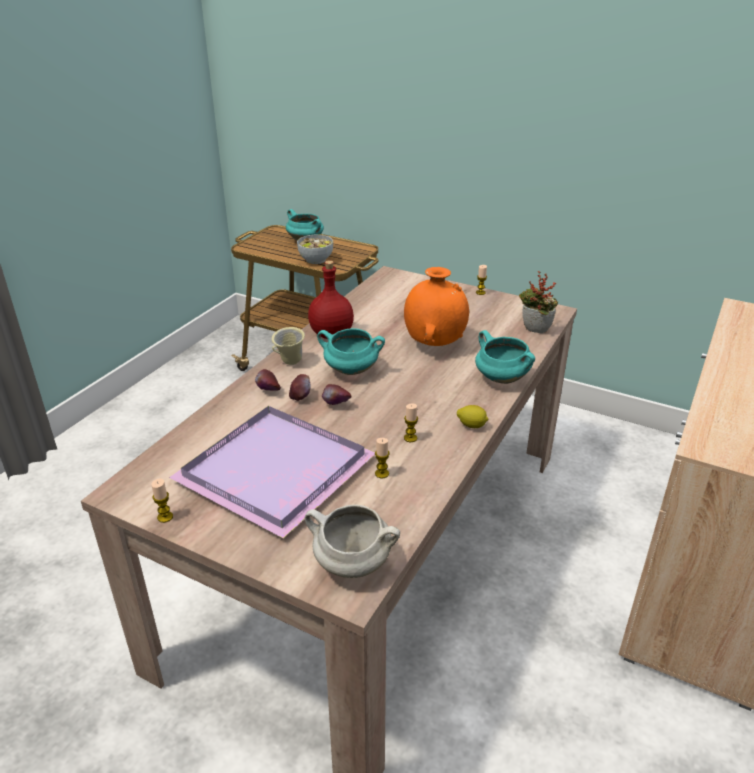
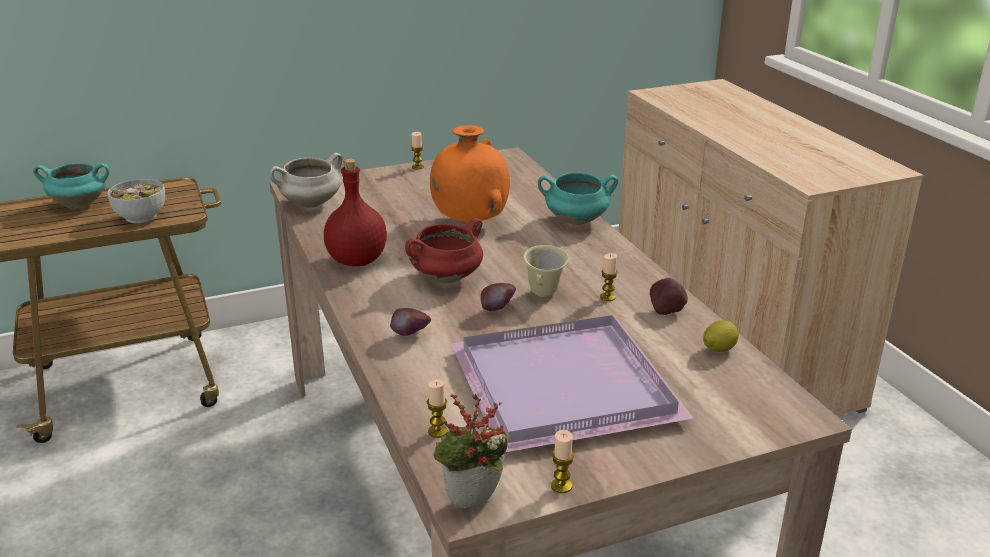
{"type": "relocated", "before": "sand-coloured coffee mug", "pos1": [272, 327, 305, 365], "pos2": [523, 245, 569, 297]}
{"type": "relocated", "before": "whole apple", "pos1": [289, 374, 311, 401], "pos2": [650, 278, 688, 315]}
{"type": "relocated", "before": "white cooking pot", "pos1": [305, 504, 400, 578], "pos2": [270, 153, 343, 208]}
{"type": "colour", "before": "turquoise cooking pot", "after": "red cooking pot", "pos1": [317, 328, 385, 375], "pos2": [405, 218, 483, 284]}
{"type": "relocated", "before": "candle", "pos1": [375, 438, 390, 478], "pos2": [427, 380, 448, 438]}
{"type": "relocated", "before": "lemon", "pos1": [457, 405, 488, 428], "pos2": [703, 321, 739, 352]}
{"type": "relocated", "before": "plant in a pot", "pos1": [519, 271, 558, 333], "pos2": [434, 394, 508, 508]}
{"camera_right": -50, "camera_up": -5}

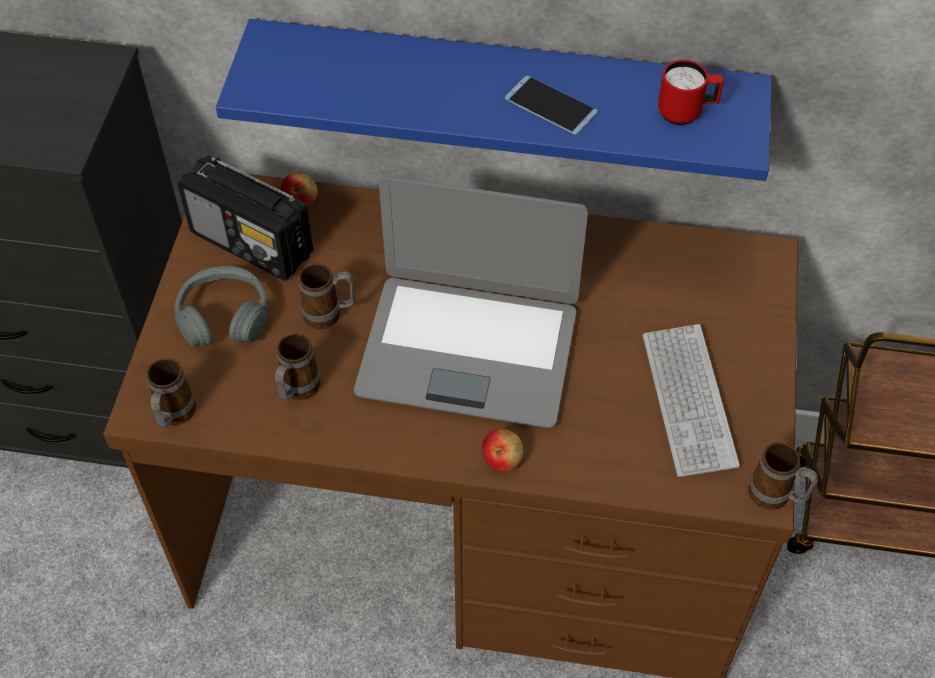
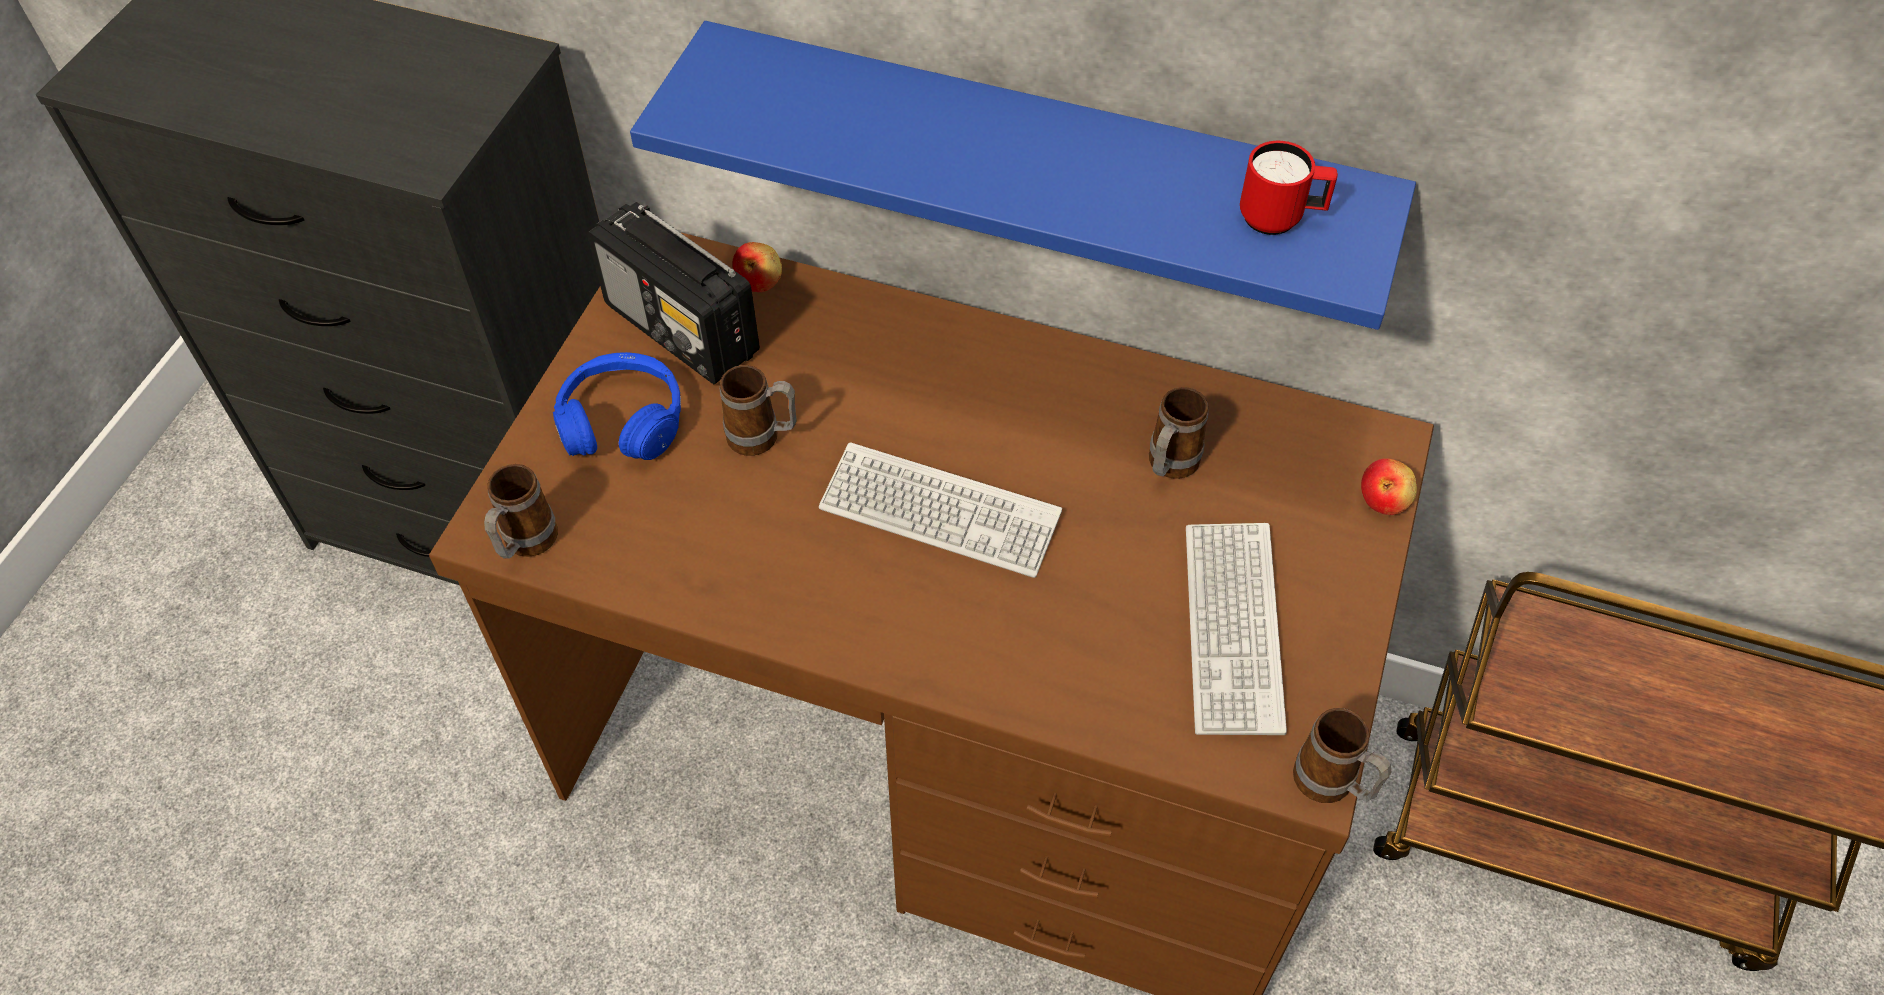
{"type": "colour", "before": "grey headset", "after": "bluish headset", "pos1": [174, 266, 268, 347], "pos2": [553, 352, 681, 460]}
{"type": "relocated", "before": "coffee mug", "pos1": [275, 333, 321, 401], "pos2": [1149, 387, 1209, 479]}
{"type": "exchanged", "before": "portable computer", "after": "PC keyboard", "pos1": [354, 176, 588, 428], "pos2": [819, 442, 1062, 578]}
{"type": "relocated", "before": "whole apple", "pos1": [482, 429, 524, 472], "pos2": [1361, 458, 1417, 515]}
{"type": "missing", "before": "phone", "pos1": [505, 76, 598, 135]}
{"camera_right": 10, "camera_up": 0}

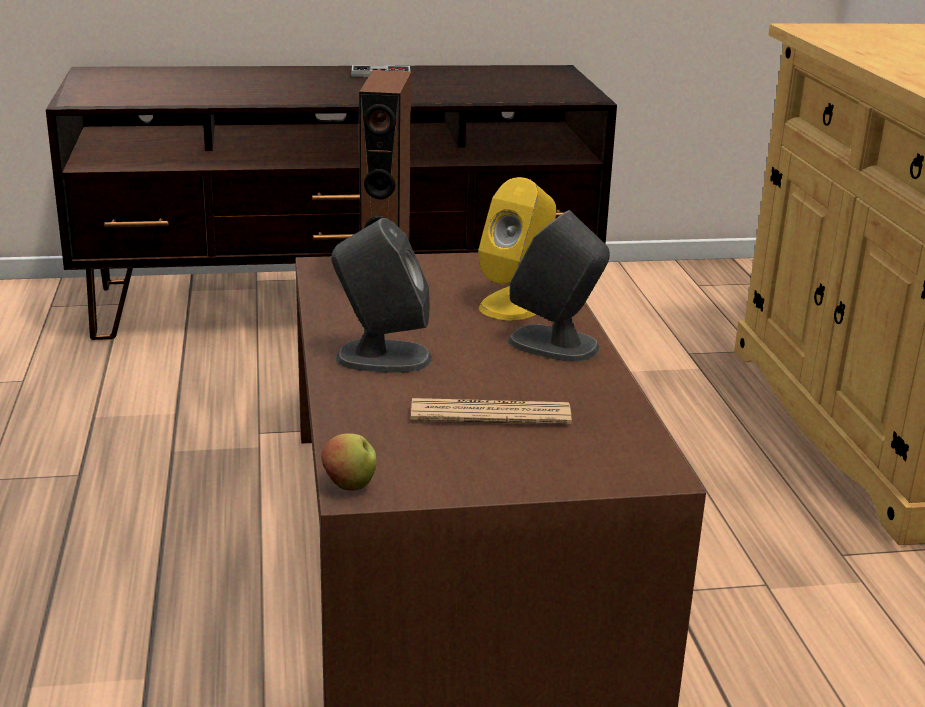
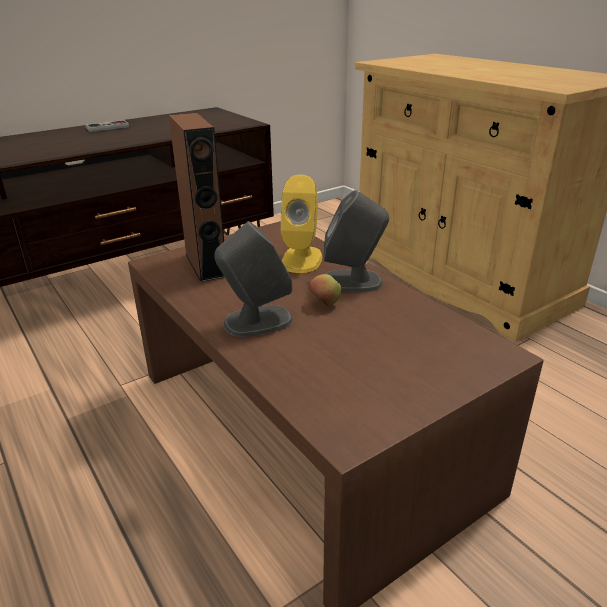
{"type": "relocated", "before": "whole apple", "pos1": [321, 433, 377, 491], "pos2": [309, 274, 341, 306]}
{"type": "missing", "before": "daily paper", "pos1": [411, 398, 572, 424]}
{"camera_right": -25, "camera_up": 5}

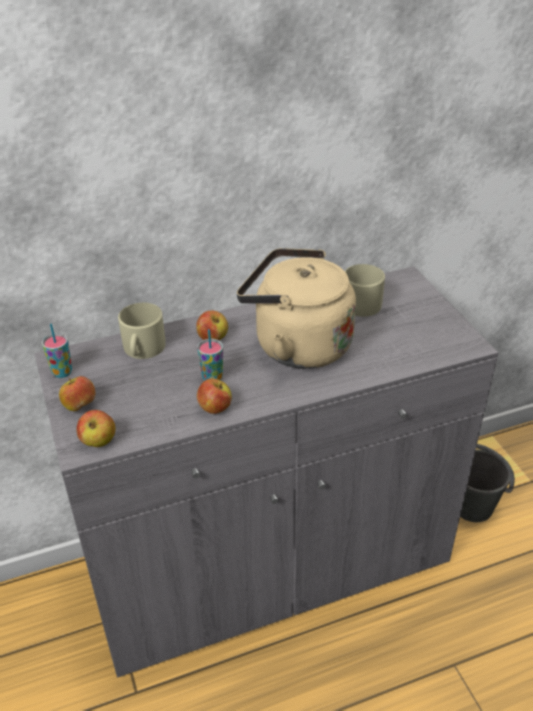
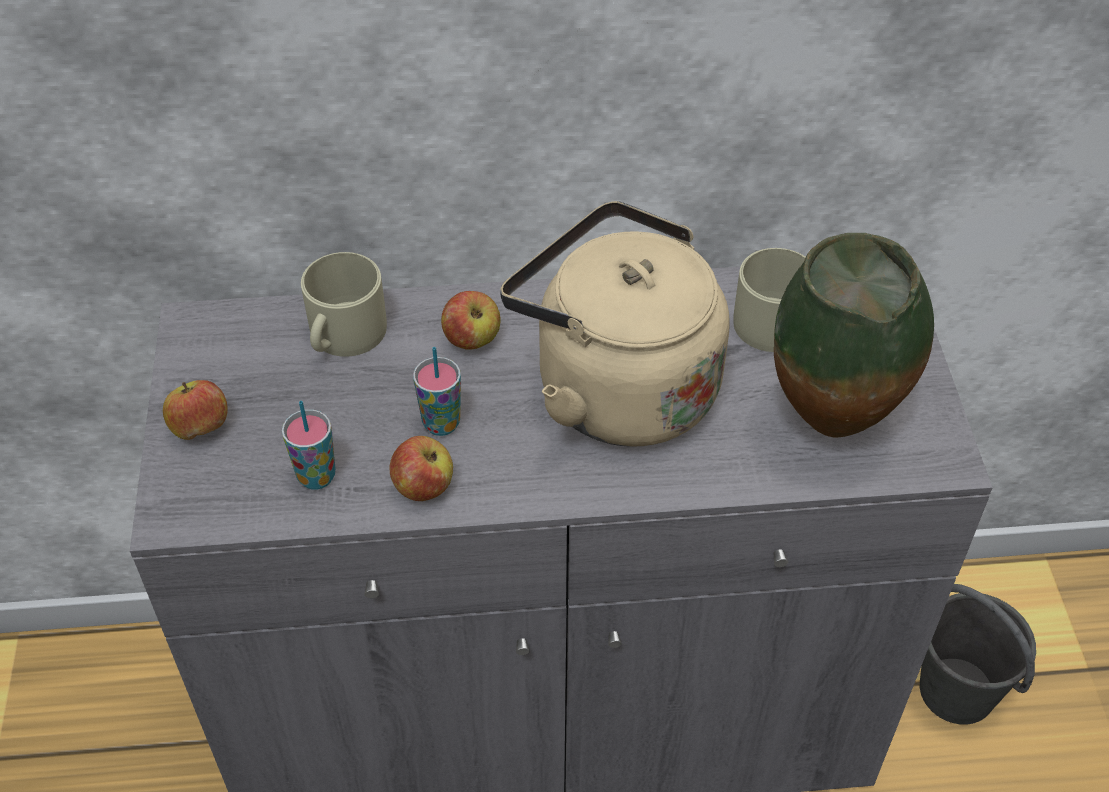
{"type": "relocated", "before": "small cup", "pos1": [42, 324, 72, 378], "pos2": [282, 401, 336, 490]}
{"type": "missing", "before": "whole apple", "pos1": [77, 410, 115, 447]}
{"type": "appeared", "after": "flower vase", "pos2": [774, 233, 934, 437]}
{"camera_right": 15, "camera_up": 10}

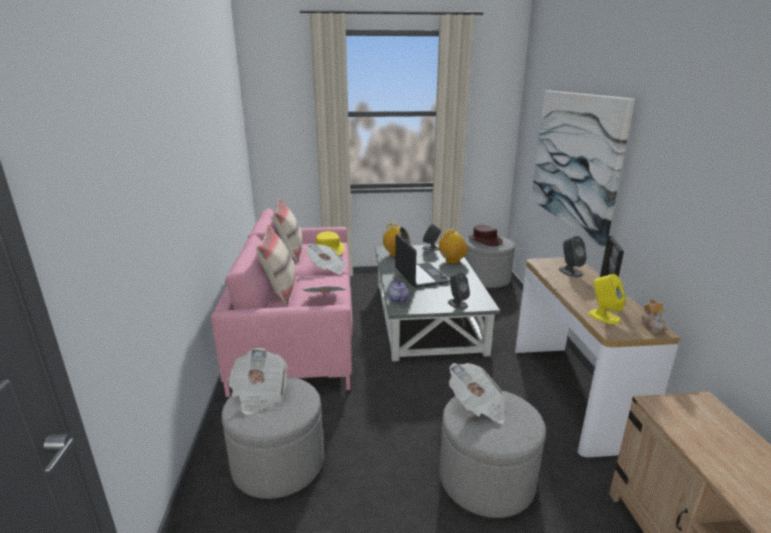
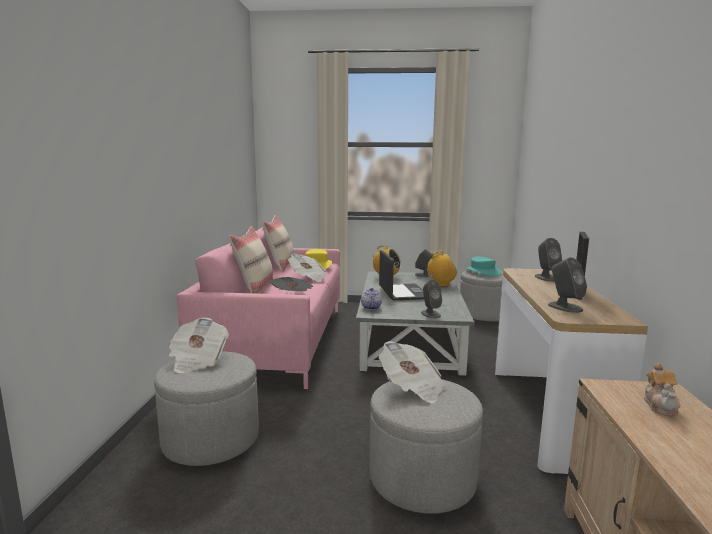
{"type": "colour", "before": "brownish clothing hat", "after": "turquoise clothing hat", "pos1": [468, 225, 503, 246], "pos2": [465, 256, 501, 277]}
{"type": "missing", "before": "wall picture", "pos1": [531, 90, 635, 247]}
{"type": "colour", "before": "yellowish speaker", "after": "grey speaker", "pos1": [588, 274, 626, 324], "pos2": [548, 257, 587, 313]}
{"type": "relocated", "before": "pot for tea", "pos1": [641, 298, 666, 333], "pos2": [644, 363, 680, 416]}
{"camera_right": 10, "camera_up": -10}

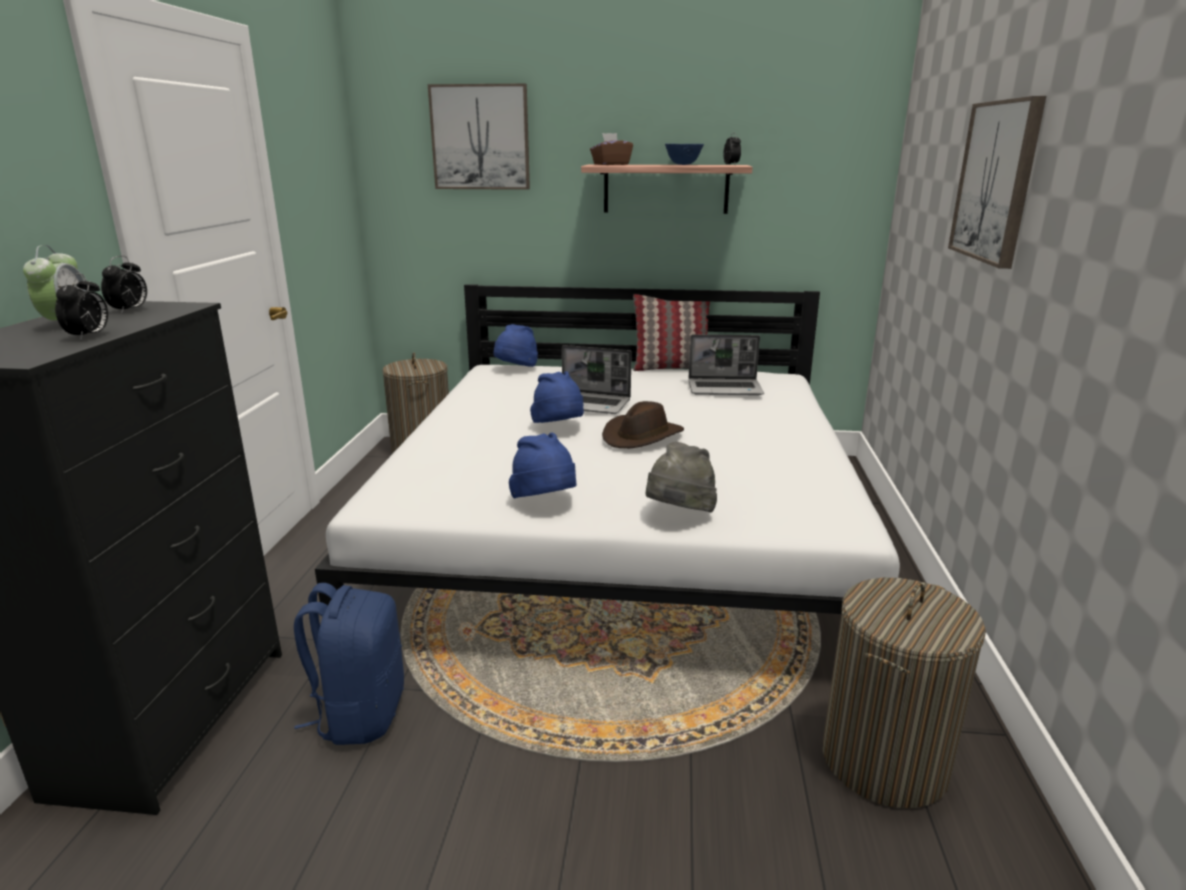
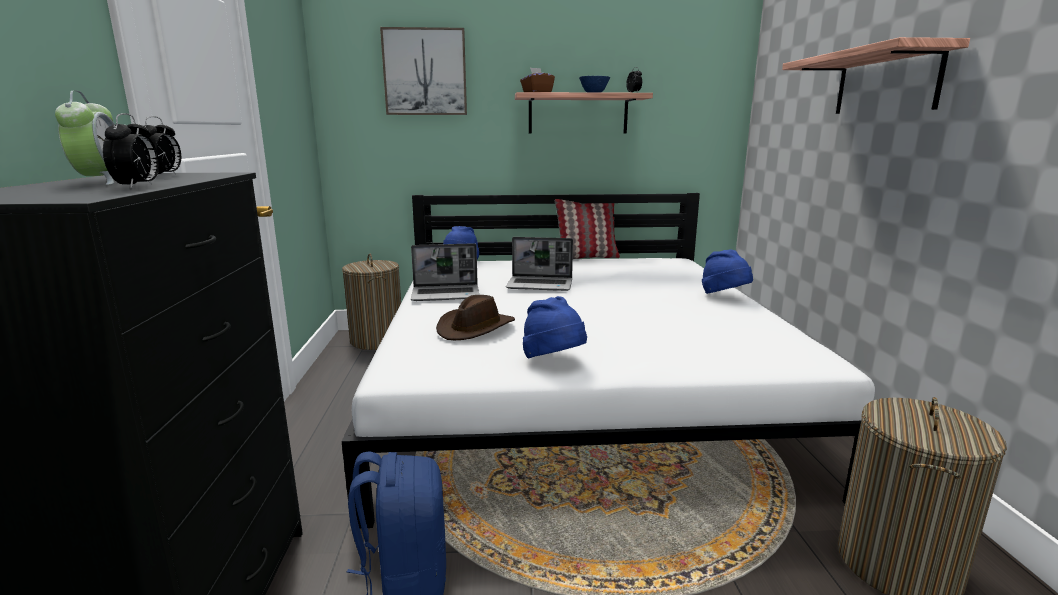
{"type": "relocated", "before": "bluish clothing hat", "pos1": [530, 371, 584, 423], "pos2": [702, 250, 753, 294]}
{"type": "relocated", "before": "brownish clothing hat", "pos1": [602, 401, 684, 448], "pos2": [436, 295, 515, 340]}
{"type": "missing", "before": "grey clothing hat", "pos1": [646, 442, 717, 513]}
{"type": "relocated", "before": "portable computer", "pos1": [689, 334, 764, 395], "pos2": [411, 243, 479, 301]}
{"type": "exchanged", "before": "wall picture", "after": "wall shelf", "pos1": [948, 96, 1046, 269], "pos2": [782, 37, 970, 114]}
{"camera_right": -10, "camera_up": -5}

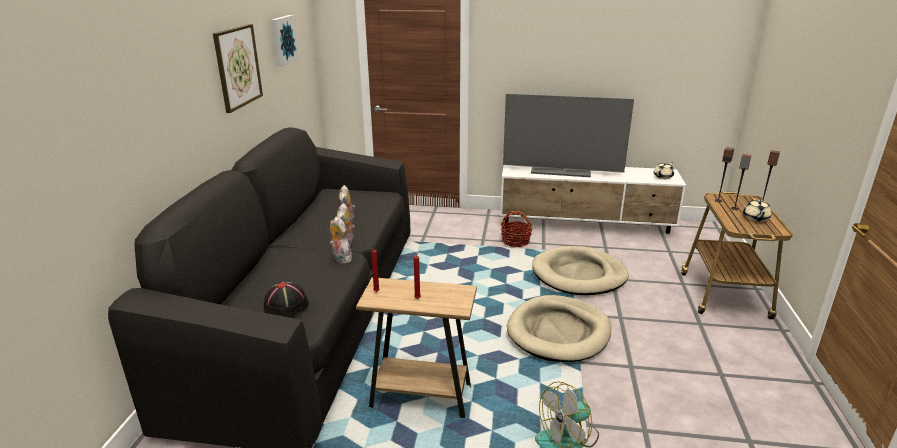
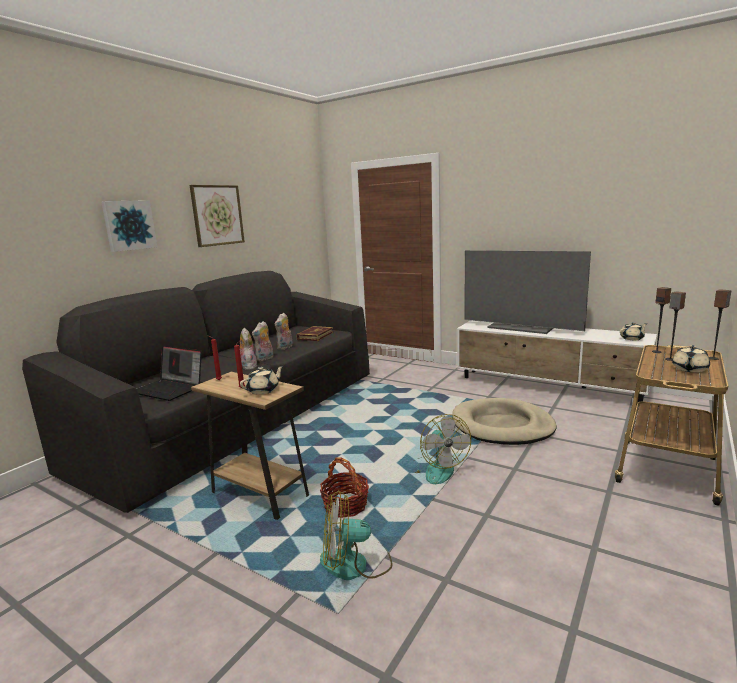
{"type": "exchanged", "before": "blackish clothing hat", "after": "portable computer", "pos1": [264, 281, 309, 317], "pos2": [136, 345, 202, 401]}
{"type": "relocated", "before": "wall picture", "pos1": [271, 15, 299, 67], "pos2": [101, 200, 158, 252]}
{"type": "relocated", "before": "basket", "pos1": [501, 211, 532, 247], "pos2": [320, 458, 369, 518]}
{"type": "exchanged", "before": "sand-coloured dog cushion", "after": "electric fan", "pos1": [507, 295, 611, 362], "pos2": [413, 414, 471, 484]}
{"type": "appeared", "after": "sand-coloured pot for tea", "pos2": [240, 365, 284, 395]}
{"type": "appeared", "after": "bound book", "pos2": [296, 326, 333, 341]}
{"camera_right": 25, "camera_up": -10}

